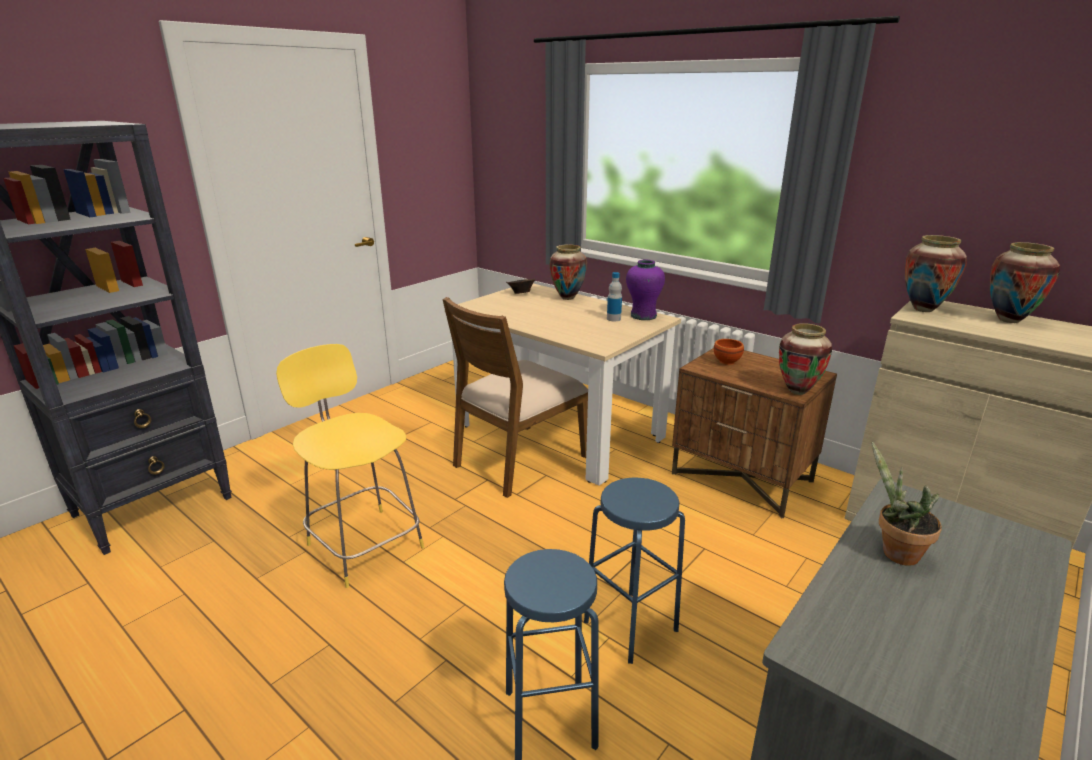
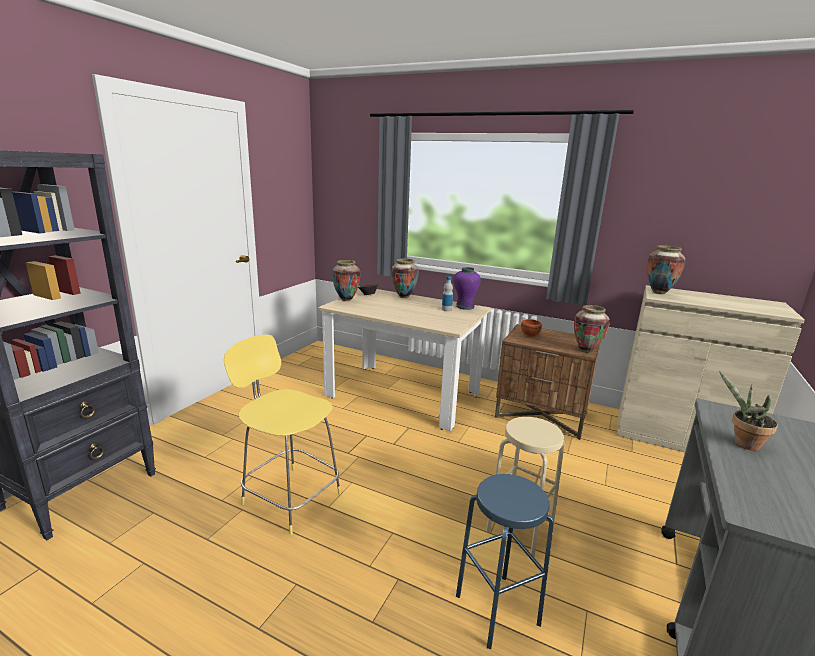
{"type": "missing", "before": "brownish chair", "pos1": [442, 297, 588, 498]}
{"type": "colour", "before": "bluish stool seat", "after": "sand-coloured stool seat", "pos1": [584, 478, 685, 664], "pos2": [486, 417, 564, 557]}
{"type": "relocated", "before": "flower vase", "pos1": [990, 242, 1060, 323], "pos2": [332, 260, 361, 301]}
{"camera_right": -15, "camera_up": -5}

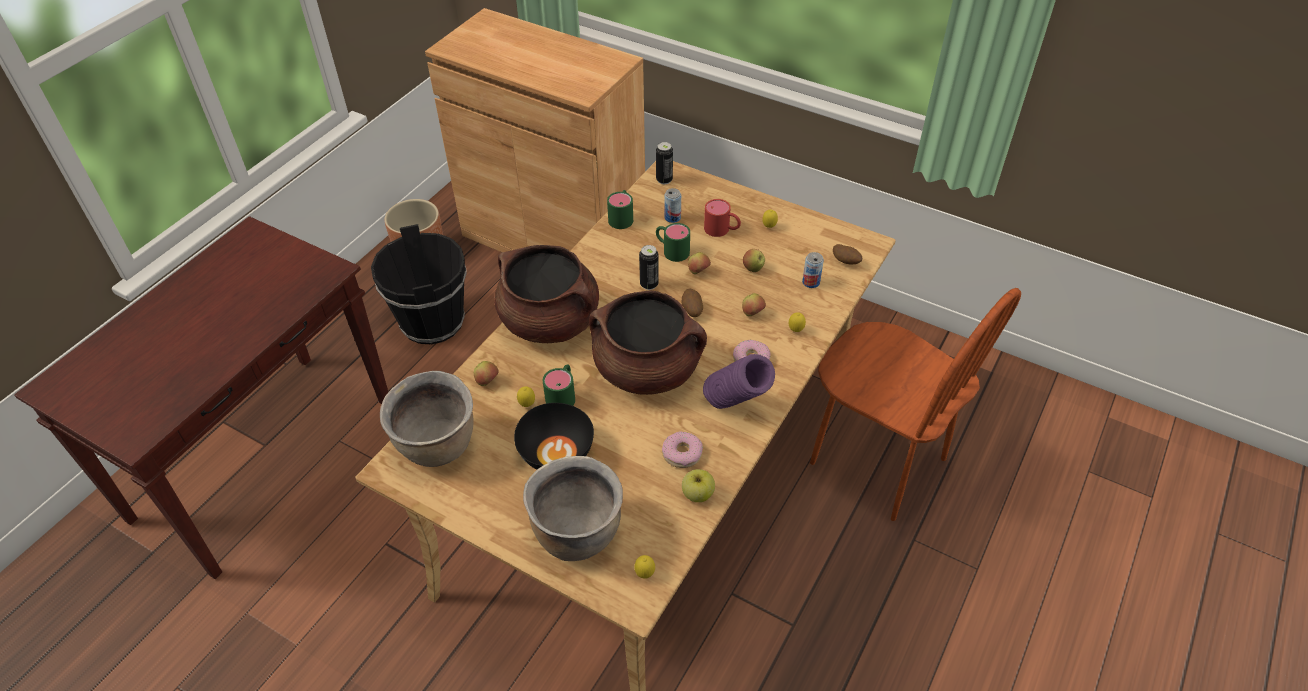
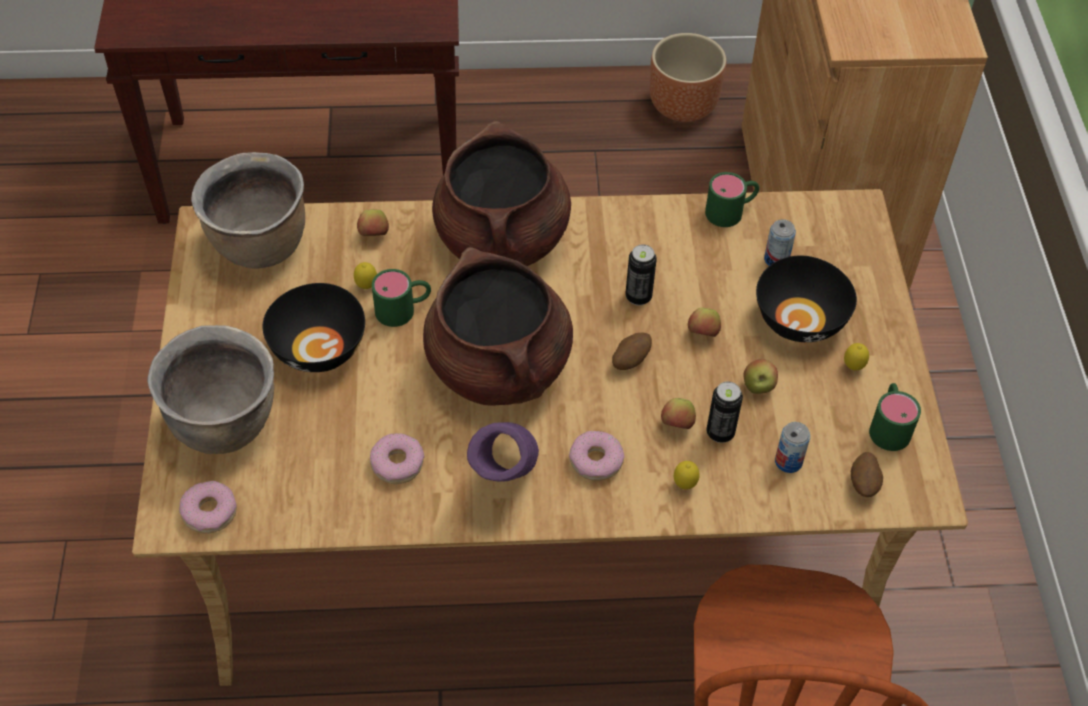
{"type": "missing", "before": "blackish pail", "pos1": [371, 224, 467, 344]}
{"type": "exchanged", "before": "lemon", "after": "doughnut", "pos1": [634, 555, 655, 579], "pos2": [179, 481, 237, 534]}
{"type": "relocated", "before": "can", "pos1": [656, 142, 673, 184], "pos2": [707, 381, 743, 443]}
{"type": "relocated", "before": "green-coloured coffee mug", "pos1": [656, 223, 690, 262], "pos2": [869, 383, 921, 451]}
{"type": "missing", "before": "whole apple", "pos1": [682, 469, 715, 502]}
{"type": "exchanged", "before": "red coffee mug", "after": "blackish deep dish", "pos1": [704, 199, 741, 237], "pos2": [756, 256, 857, 342]}
{"camera_right": 55, "camera_up": 5}

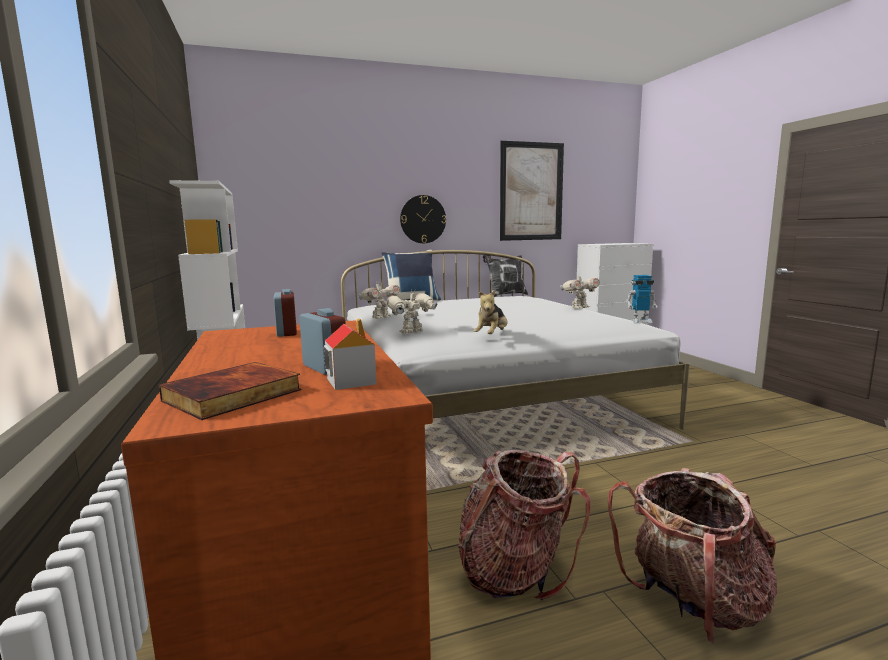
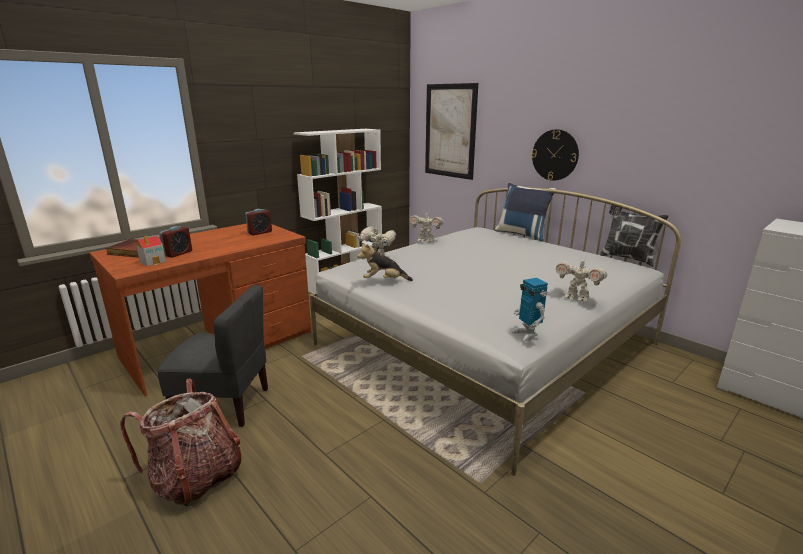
{"type": "exchanged", "before": "rucksack", "after": "grey chair", "pos1": [458, 450, 591, 600], "pos2": [157, 285, 268, 427]}
{"type": "relocated", "before": "wall picture", "pos1": [500, 141, 564, 241], "pos2": [425, 83, 478, 180]}
{"camera_right": 65, "camera_up": 10}

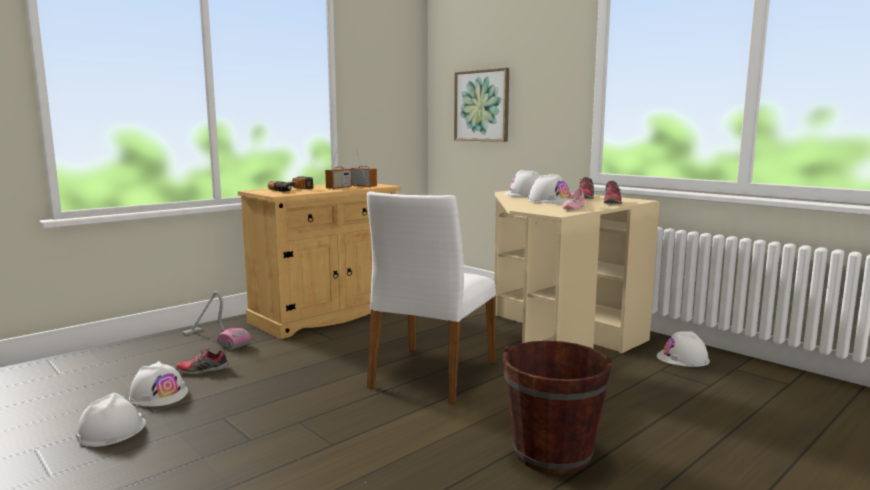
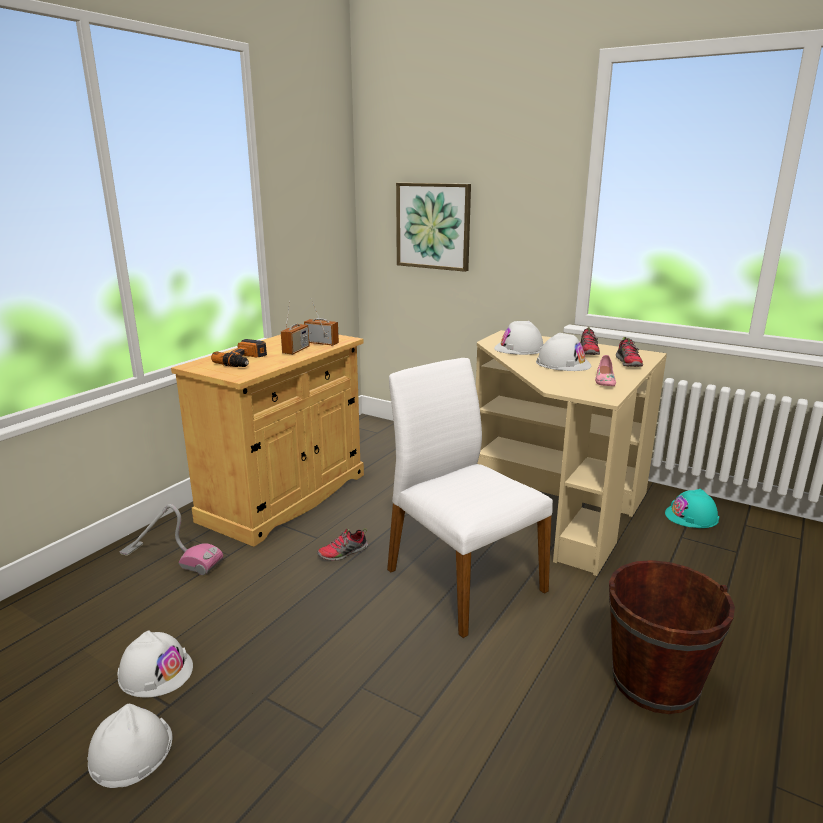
{"type": "relocated", "before": "item of footwear", "pos1": [176, 347, 229, 374], "pos2": [317, 528, 368, 561]}
{"type": "spun", "before": "white chair", "pos1": [367, 191, 496, 404], "pos2": [387, 358, 553, 638], "turn": 135}
{"type": "colour", "before": "white work helmet", "after": "turquoise work helmet", "pos1": [656, 331, 710, 367], "pos2": [665, 489, 720, 528]}
{"camera_right": -15, "camera_up": 10}

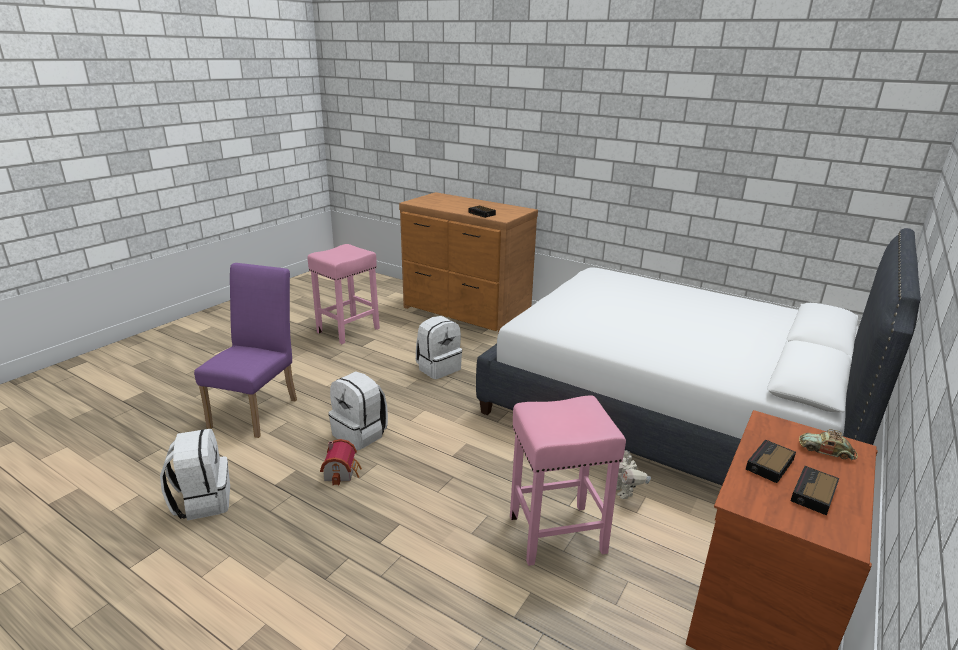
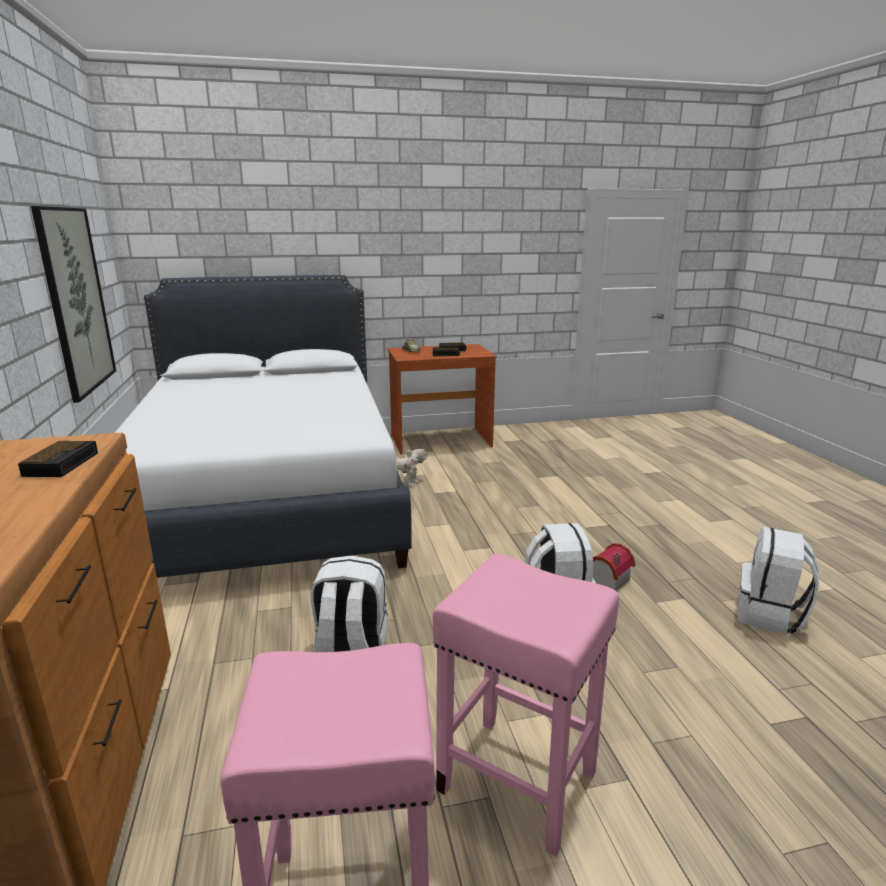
{"type": "missing", "before": "purple chair", "pos1": [194, 263, 297, 438]}
{"type": "relocated", "before": "pink stool seat", "pos1": [510, 396, 626, 566], "pos2": [433, 554, 619, 857]}
{"type": "appeared", "after": "wall picture", "pos2": [31, 206, 116, 403]}
{"camera_right": -135, "camera_up": -5}

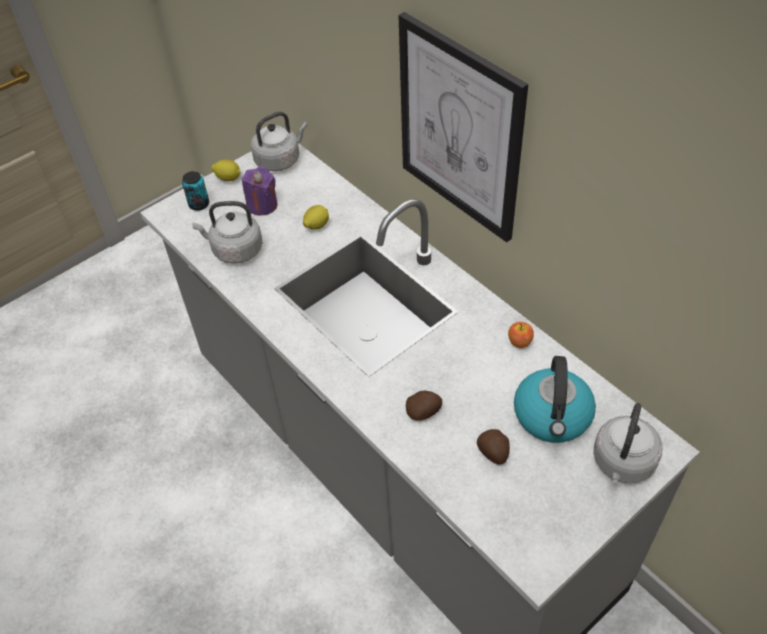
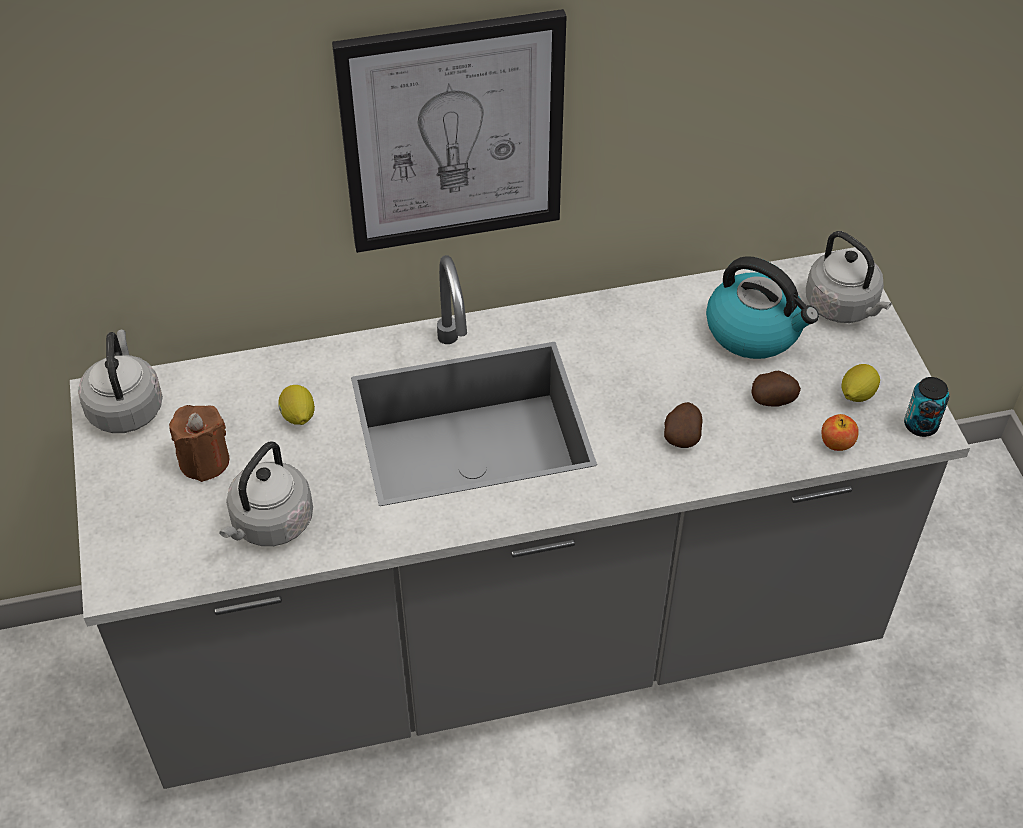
{"type": "relocated", "before": "can", "pos1": [182, 171, 209, 211], "pos2": [904, 377, 949, 437]}
{"type": "relocated", "before": "lemon", "pos1": [211, 159, 241, 181], "pos2": [842, 364, 880, 402]}
{"type": "colour", "before": "purple candle", "after": "brownish candle", "pos1": [242, 166, 278, 216], "pos2": [169, 405, 229, 482]}
{"type": "relocated", "before": "whole apple", "pos1": [508, 322, 534, 348], "pos2": [822, 414, 859, 451]}
{"camera_right": -65, "camera_up": 0}

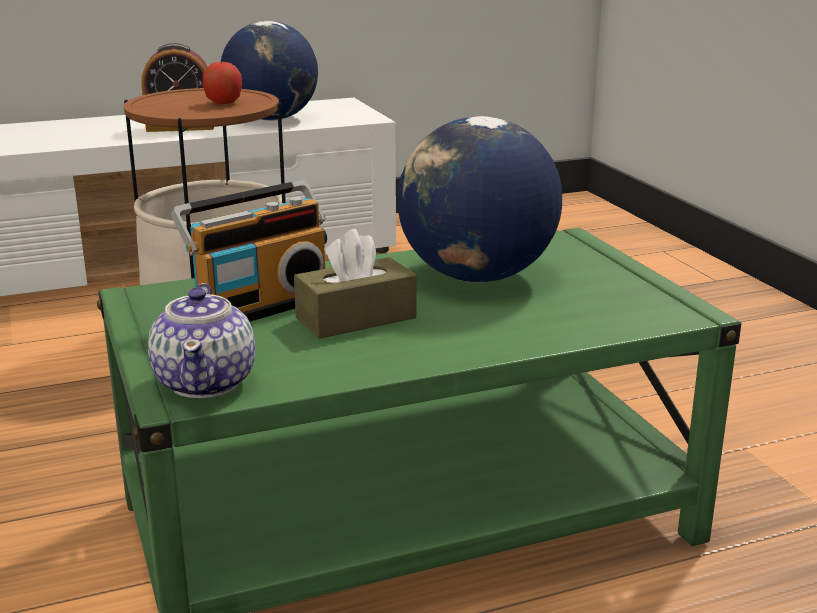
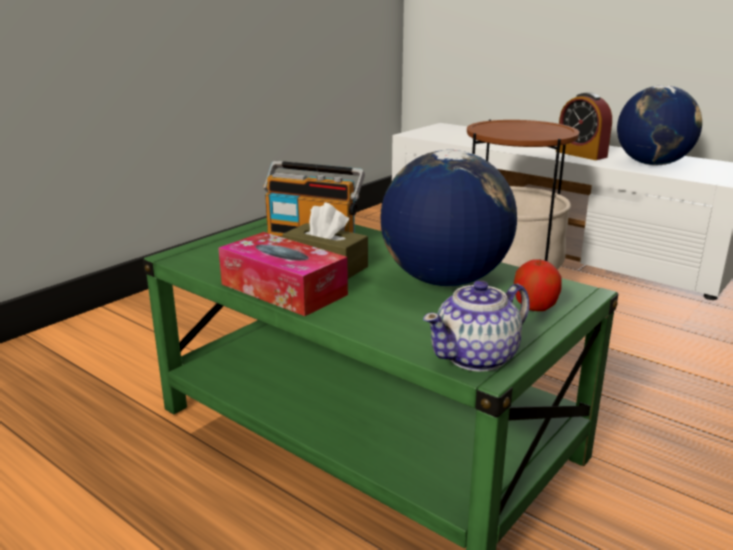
{"type": "relocated", "before": "pot for tea", "pos1": [148, 283, 255, 398], "pos2": [423, 280, 529, 372]}
{"type": "relocated", "before": "whole apple", "pos1": [203, 62, 242, 104], "pos2": [514, 259, 562, 311]}
{"type": "appeared", "after": "tissue holder", "pos2": [218, 232, 348, 316]}
{"camera_right": 60, "camera_up": 0}

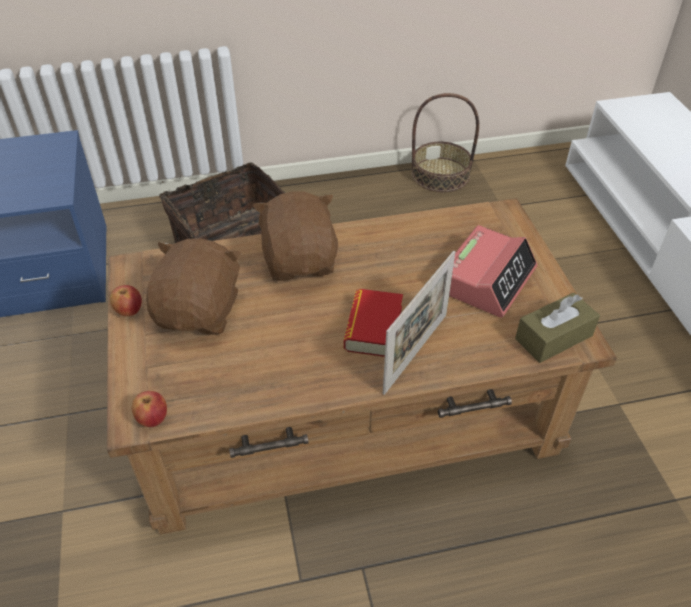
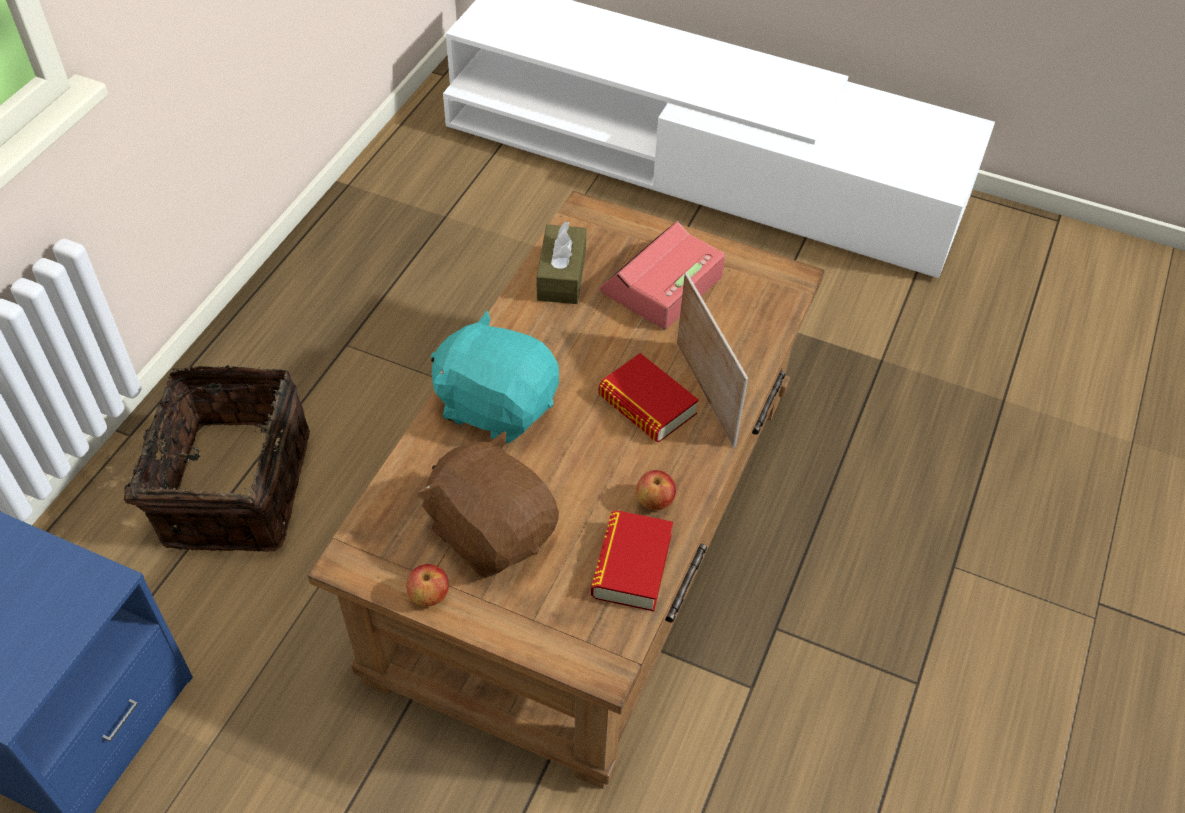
{"type": "relocated", "before": "whole apple", "pos1": [132, 391, 167, 427], "pos2": [636, 470, 676, 510]}
{"type": "colour", "before": "brownish plush toy", "after": "turquoise plush toy", "pos1": [253, 191, 338, 281], "pos2": [431, 311, 559, 443]}
{"type": "missing", "before": "basket", "pos1": [412, 93, 479, 192]}
{"type": "spun", "before": "bedside clock", "pos1": [449, 225, 537, 318], "pos2": [600, 221, 725, 329], "turn": -120}
{"type": "relocated", "before": "brownish tissue holder", "pos1": [515, 293, 600, 363], "pos2": [536, 222, 586, 304]}
{"type": "appeared", "after": "bound book", "pos2": [591, 510, 673, 611]}
{"camera_right": -55, "camera_up": 5}

